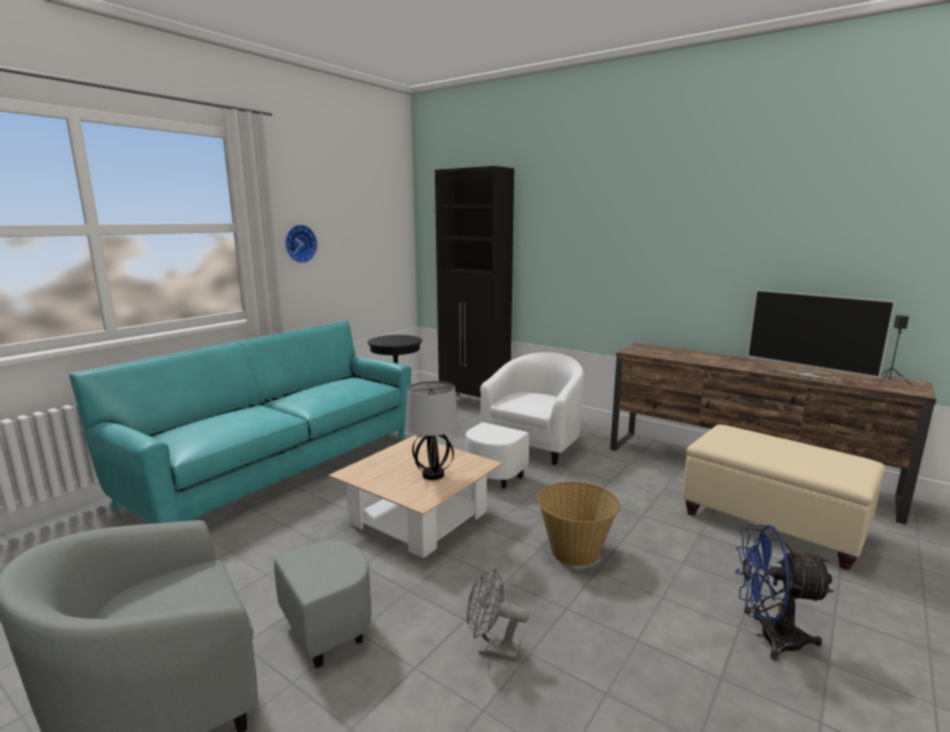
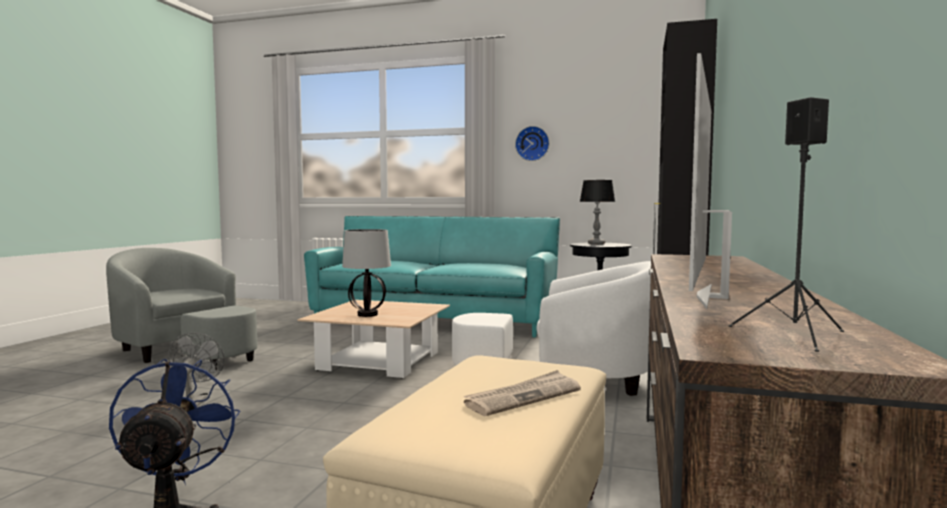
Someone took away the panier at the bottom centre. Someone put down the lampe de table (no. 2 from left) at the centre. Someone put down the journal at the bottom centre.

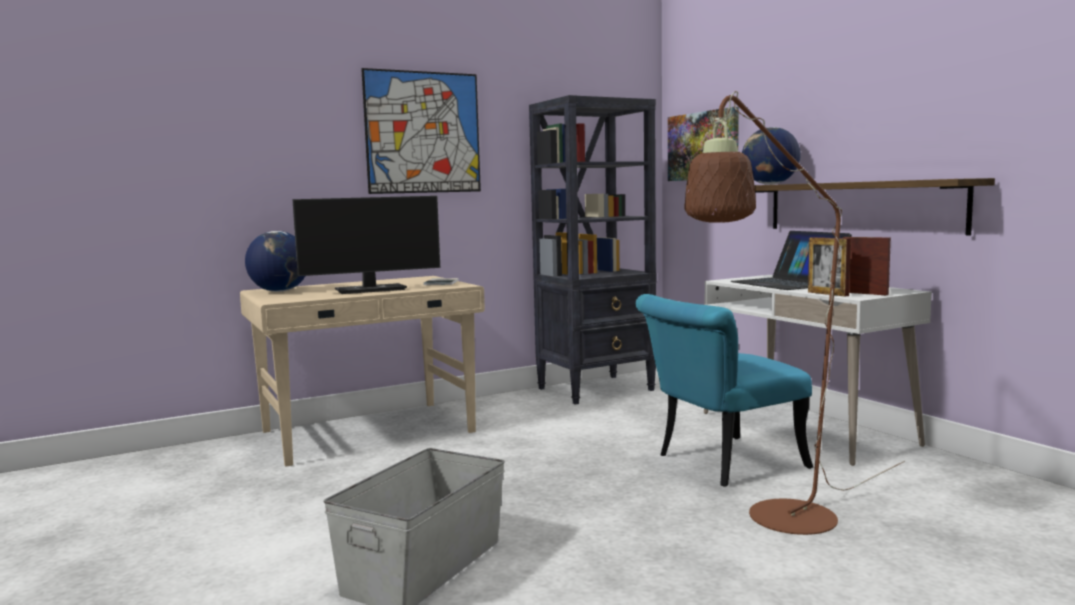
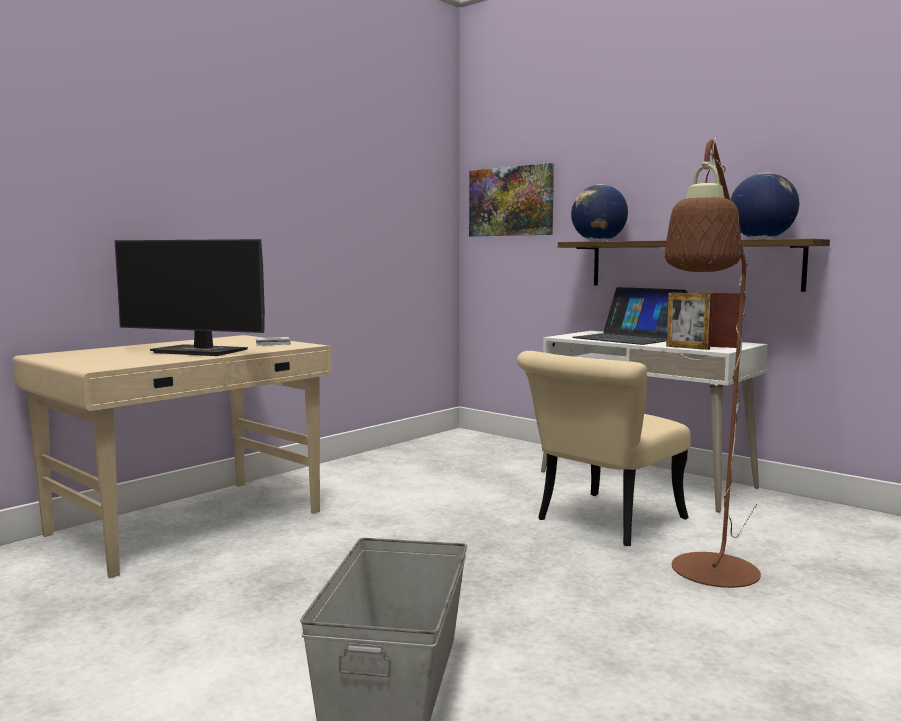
Someone took away the tableau (no. 1 from left) at the top centre. Someone took away the bibliothèque/noir at the centre. Someone rotated the écran d'ordinateur at the centre by 60 degrees clockwise. Someone carried the globe (no. 1 from left in the first image) from the middle left to the top right. Someone repainted the chaise/turquoise at the middle right, which became the chaise/beige at the middle right.

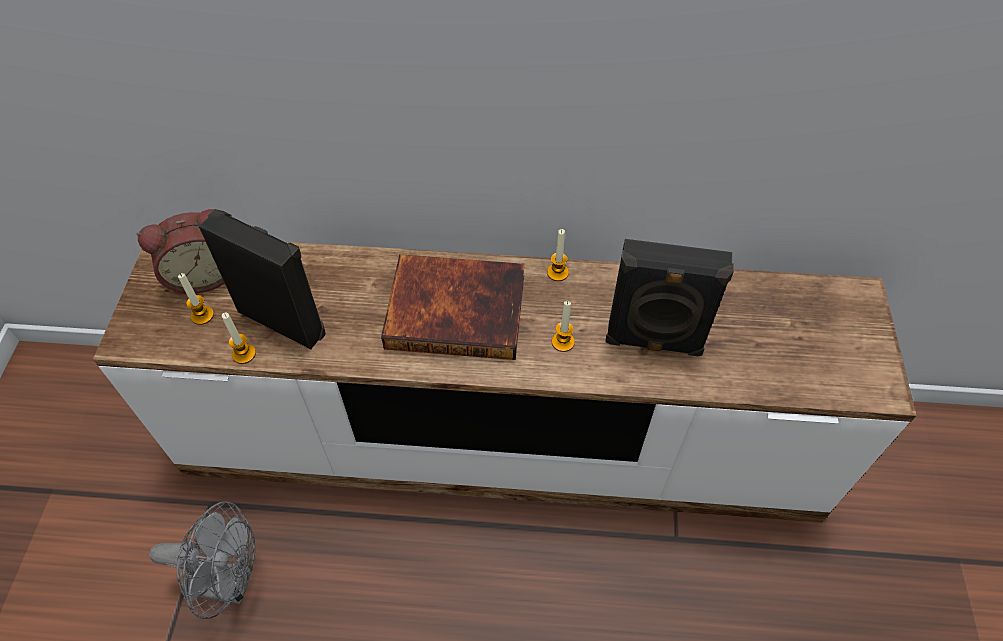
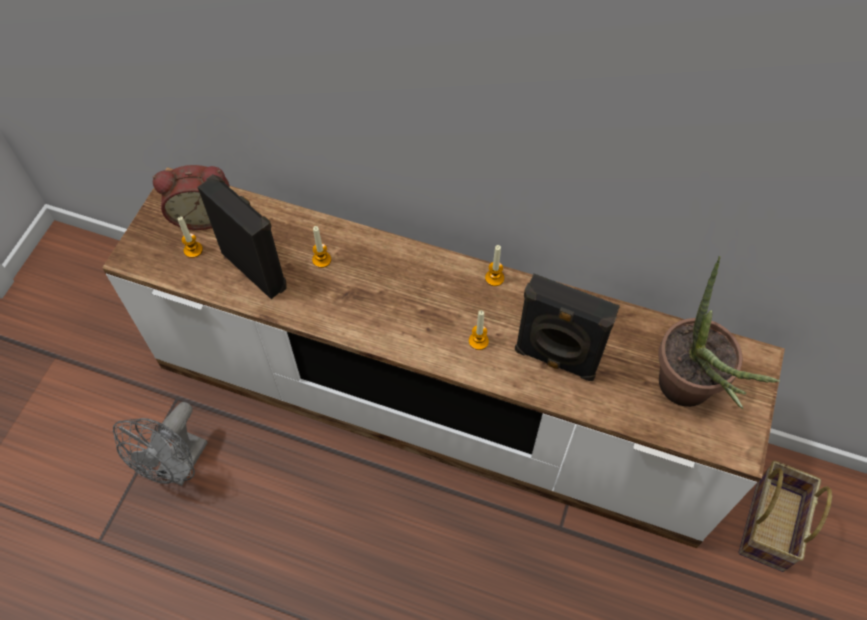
Someone took away the livre at the centre. Someone carried the bougie (no. 2 from left) from the middle left to the centre. Someone rotated the ventilateur/gris at the bottom left by 90 degrees clockwise. Someone put down the plante en pot at the middle right. Someone put down the panier at the bottom right.

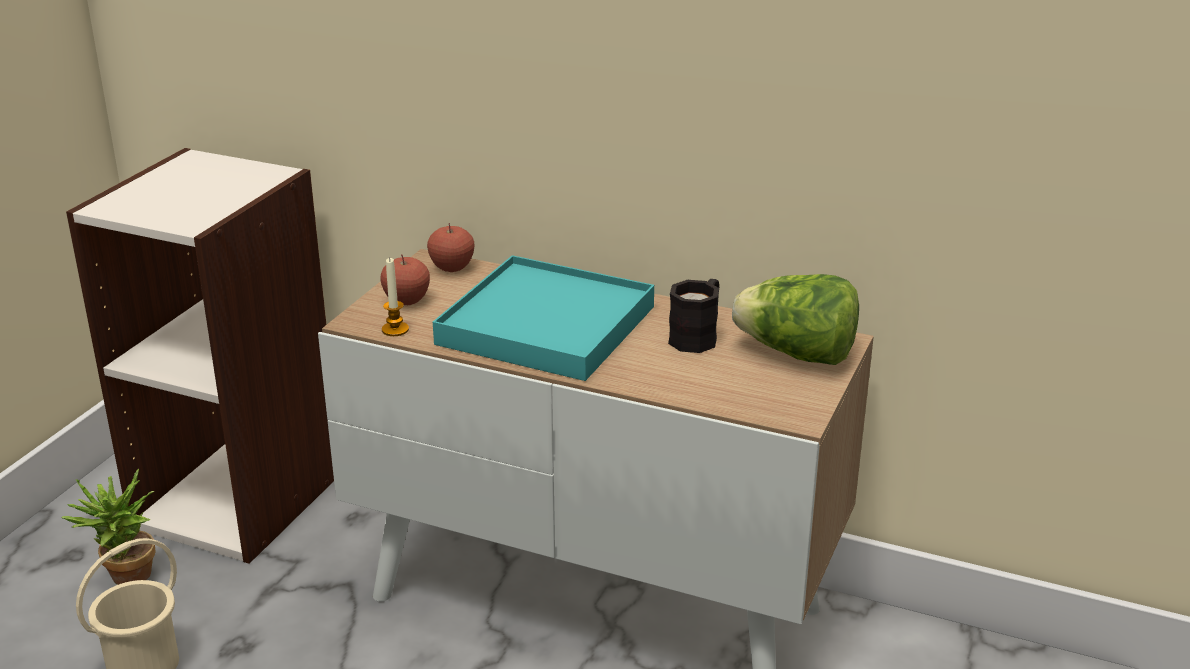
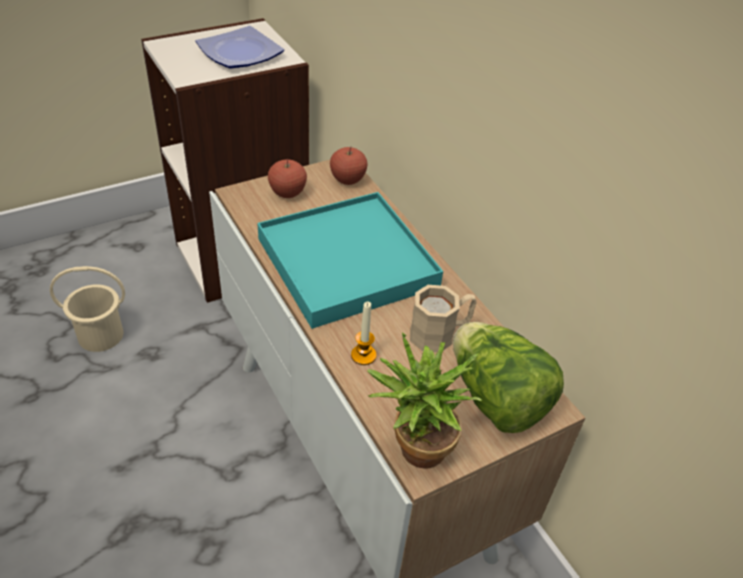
Someone carried the bougie from the middle left to the centre. Someone repainted the mug/noir at the centre, which became the mug/beige at the centre. Someone carried the plante en pot from the bottom left to the bottom centre. Someone put down the assiette at the top left.

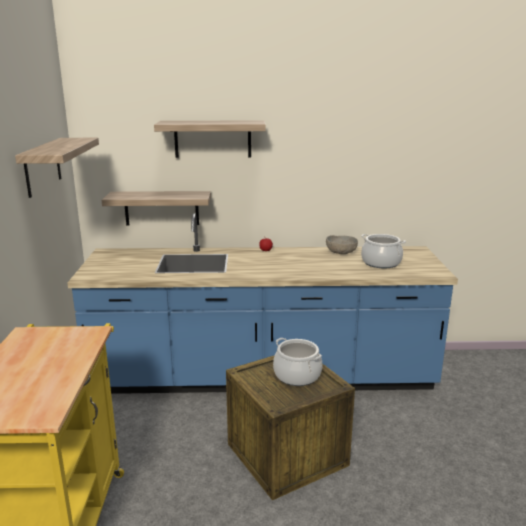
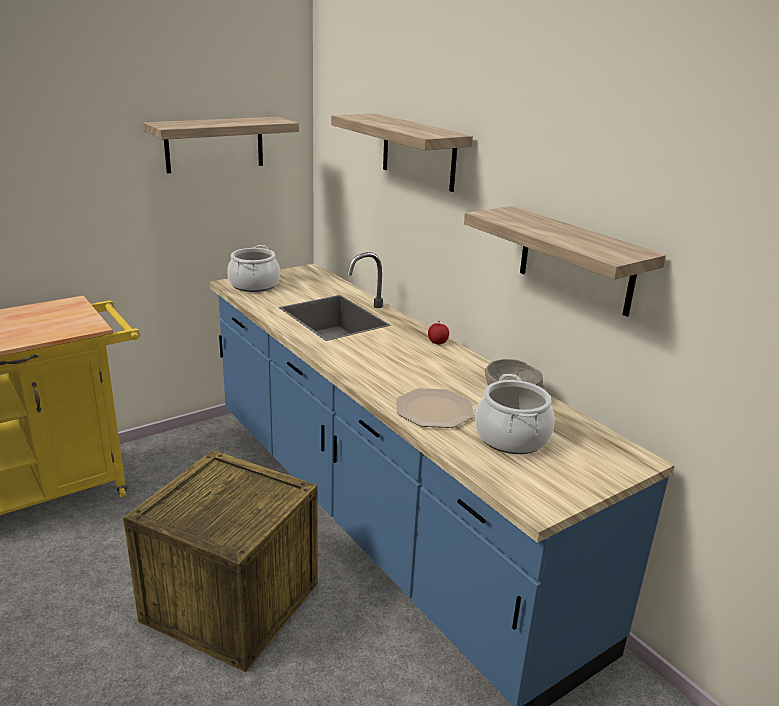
Someone carried the étagère (no. 2 from left in the first image) from the middle left to the middle right. Someone carried the marmite (no. 1 from left) from the bottom centre to the middle left. Someone put down the assiette at the centre.

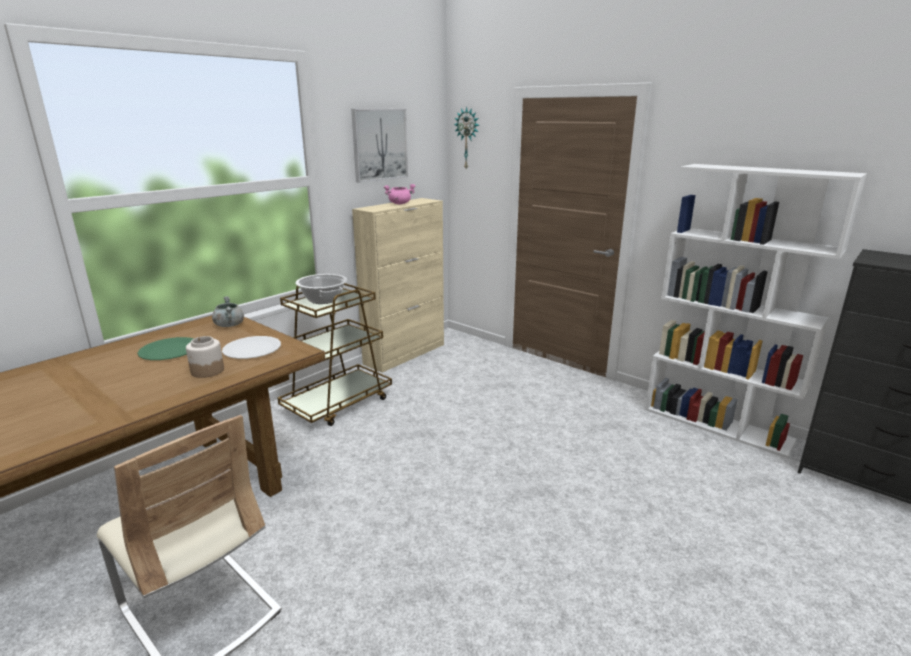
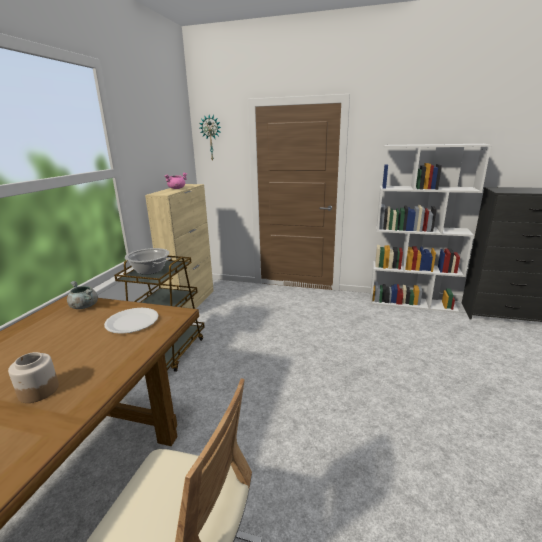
Someone took away the tableau at the top centre. Someone carried the bocal from the middle left to the bottom left. Someone took away the assiette/vert at the middle left.

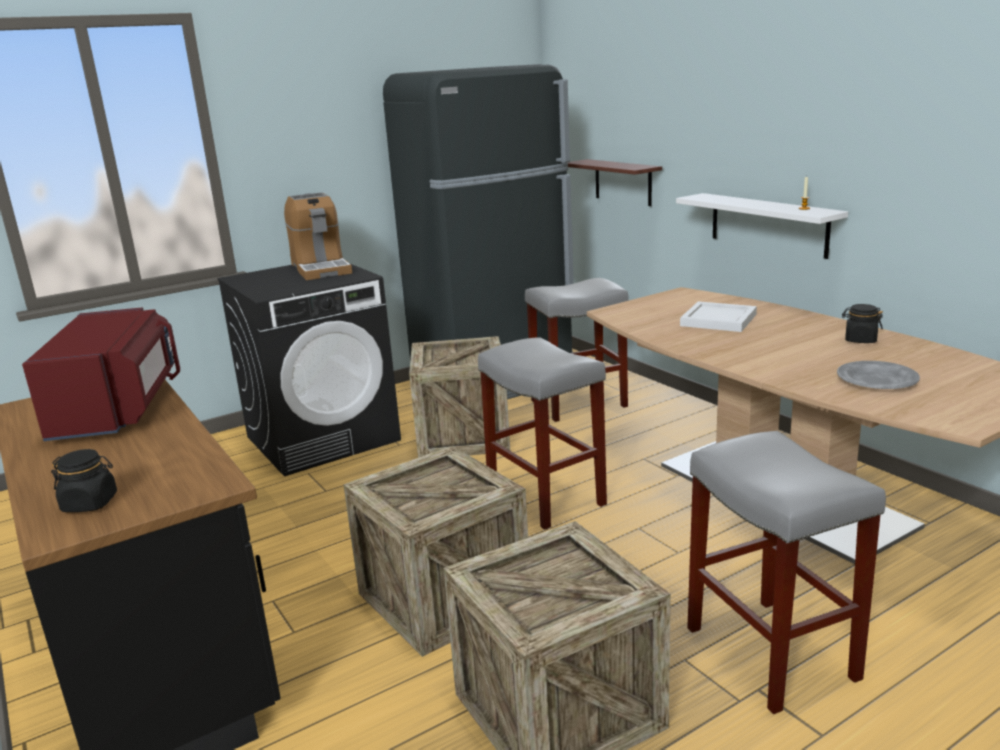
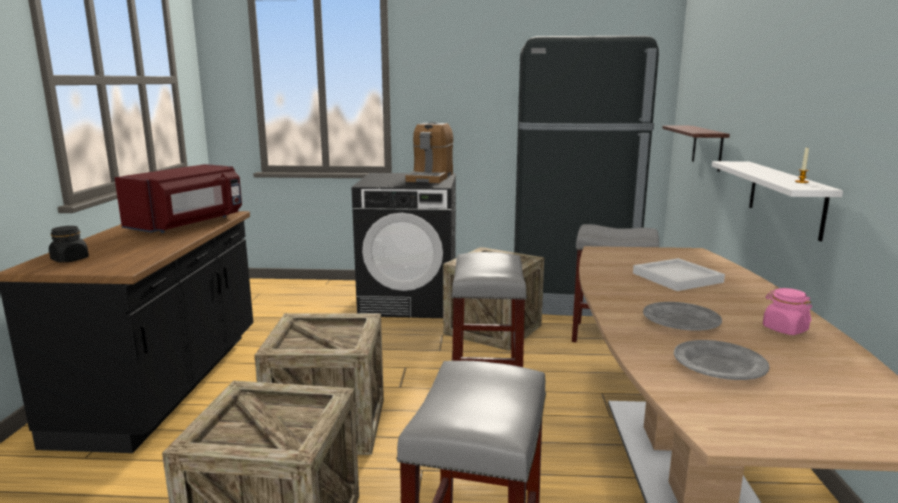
Someone repainted the bocal/noir (no. 2 from left) at the middle right, which became the bocal/rose at the middle right. Someone put down the assiette/gris (no. 1 from left) at the middle right.

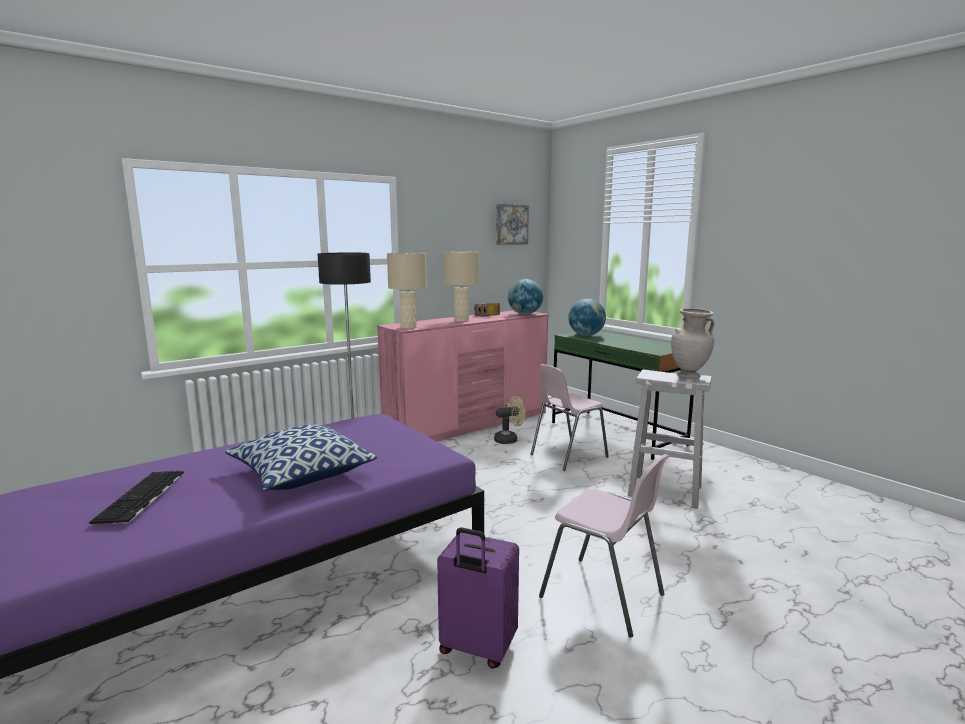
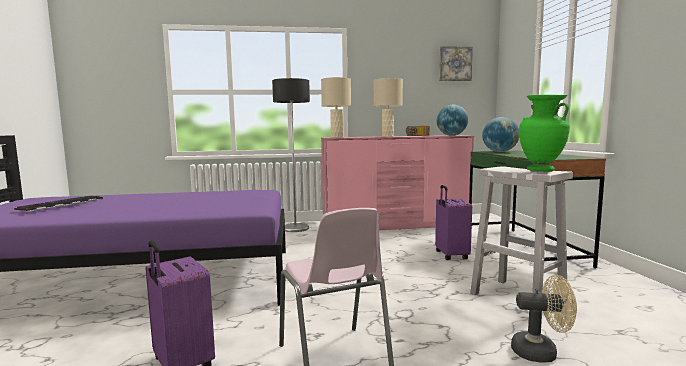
Someone repainted the vase/beige at the middle right, which became the vase/vert at the middle right. Someone swapped the chaise/rose (no. 1 from left) at the centre for the valise/violet (no. 2 from left) at the centre. Someone carried the ventilateur/beige from the centre to the bottom right. Someone took away the coussin at the middle left.

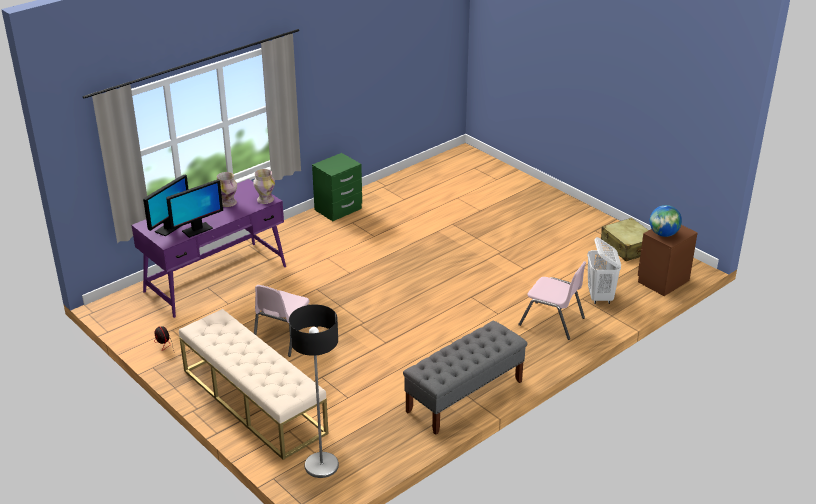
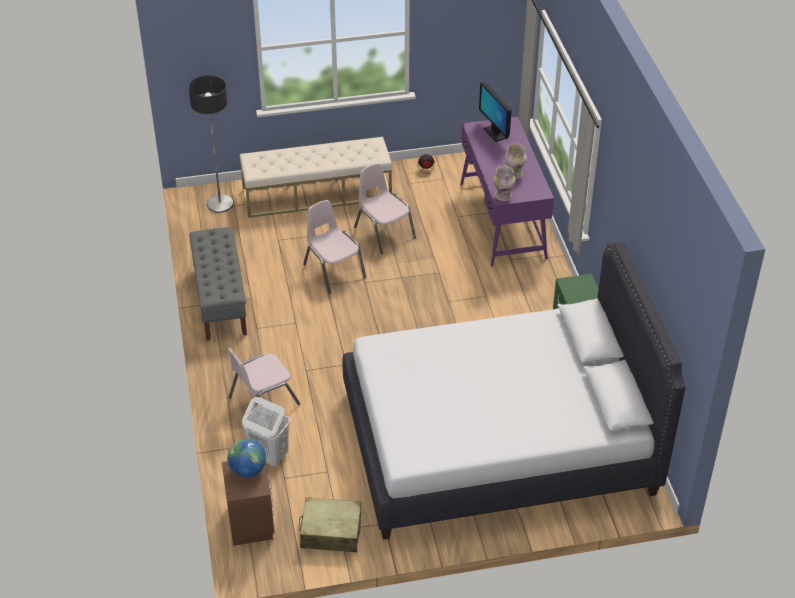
Someone took away the écran d'ordinateur (no. 2 from left) at the middle left. Someone put down the chaise/rose (no. 2 from left) at the centre. Someone put down the lit/blanc at the centre.

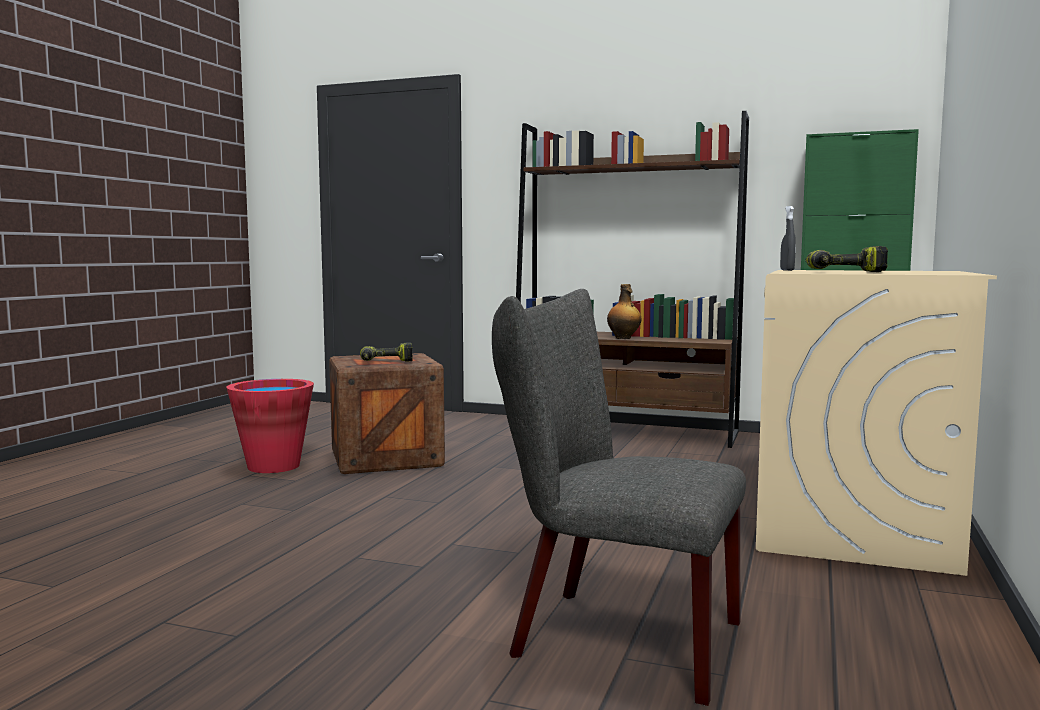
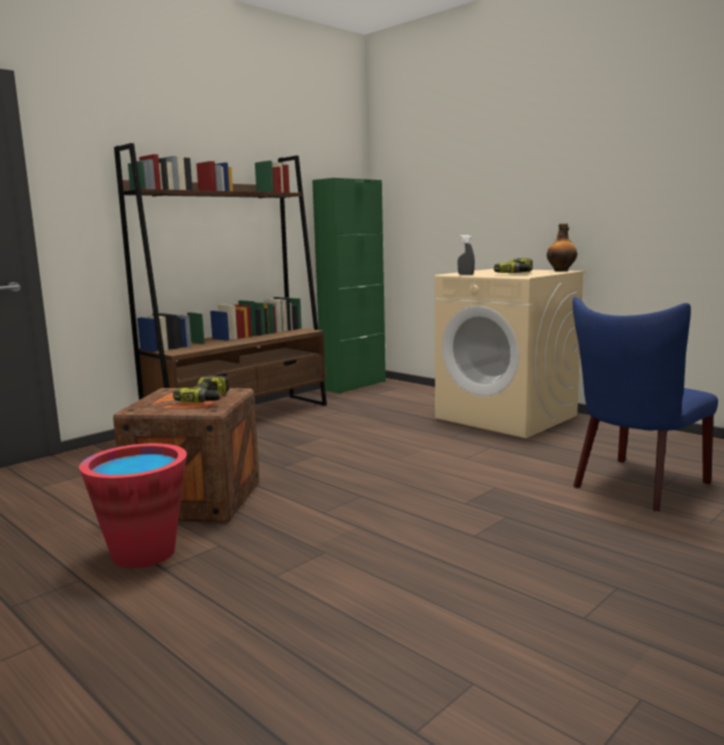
Someone carried the bouteille from the centre to the top right. Someone repainted the chaise/gris at the bottom centre, which became the chaise/bleu at the middle right.

